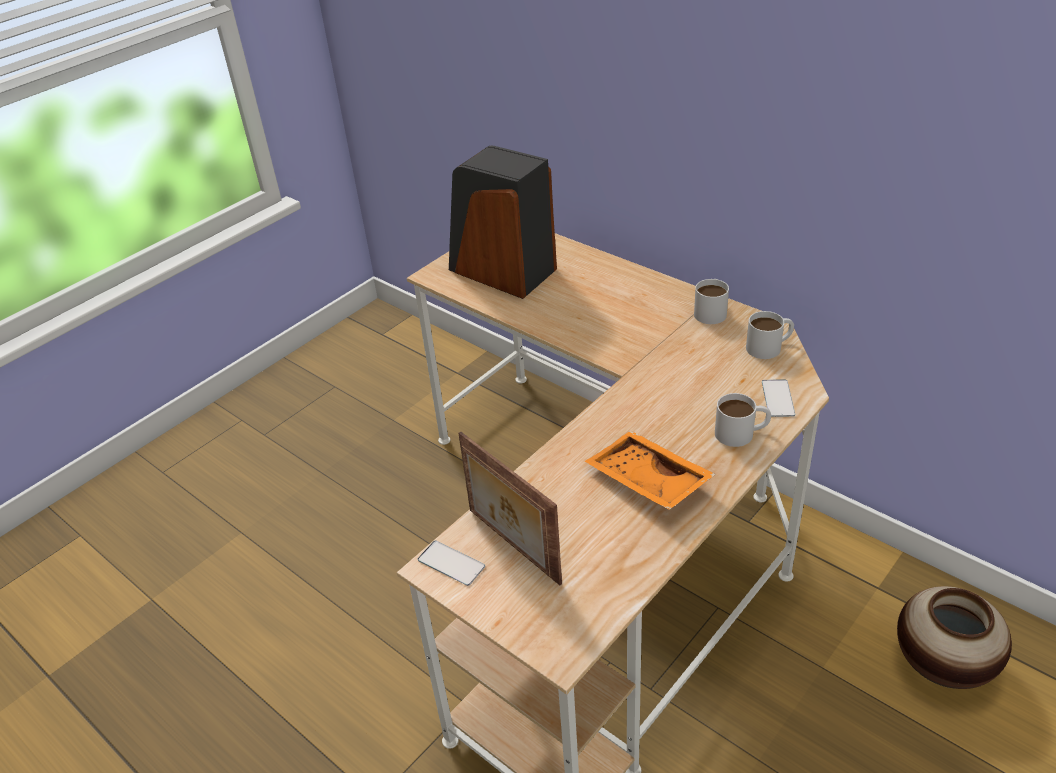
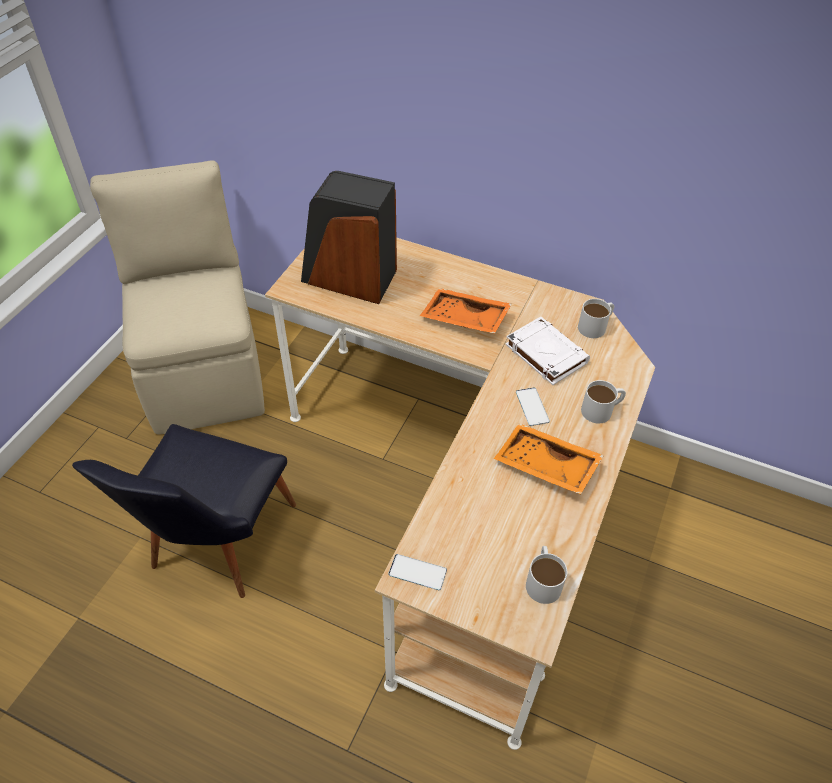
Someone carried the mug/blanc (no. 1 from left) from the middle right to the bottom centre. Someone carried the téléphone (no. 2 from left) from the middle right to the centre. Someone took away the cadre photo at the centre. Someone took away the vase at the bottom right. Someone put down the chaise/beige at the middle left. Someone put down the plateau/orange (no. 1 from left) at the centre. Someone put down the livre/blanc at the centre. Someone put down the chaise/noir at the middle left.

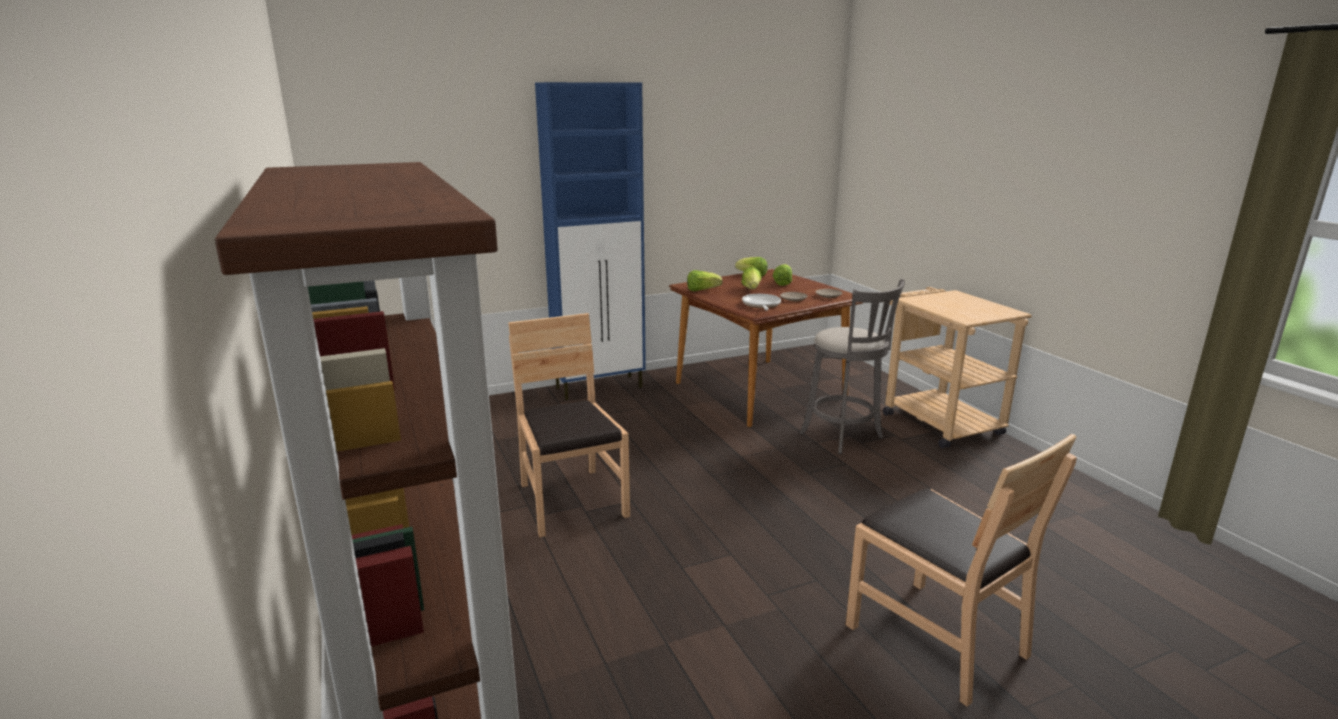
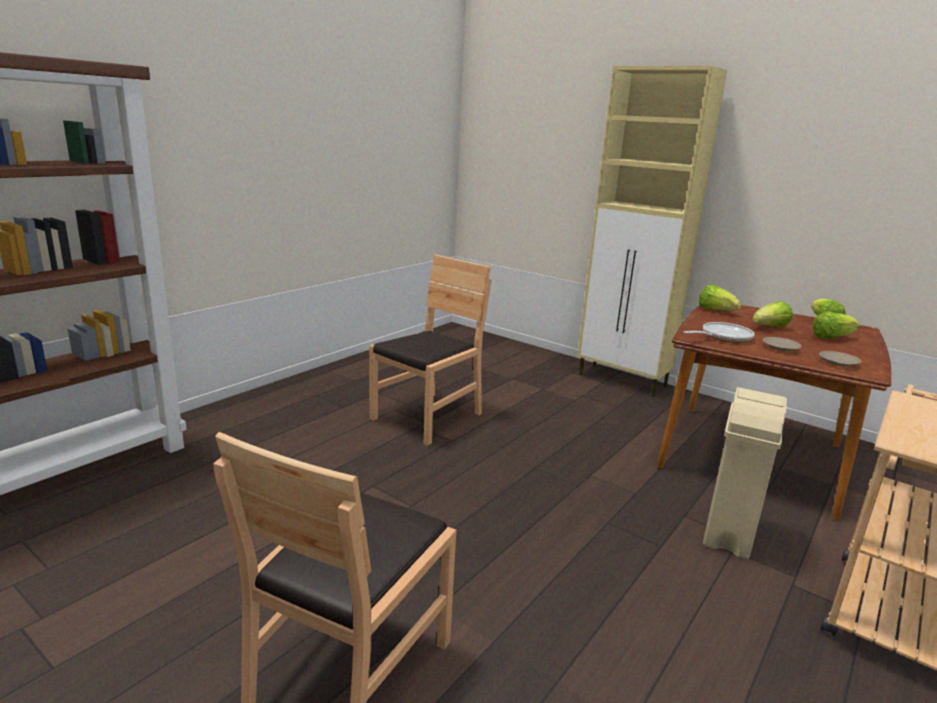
Someone repainted the meuble de rangement/bleu at the centre, which became the meuble de rangement/beige at the top right. Someone swapped the tabouret/gris at the centre for the poubelle/beige at the bottom right.

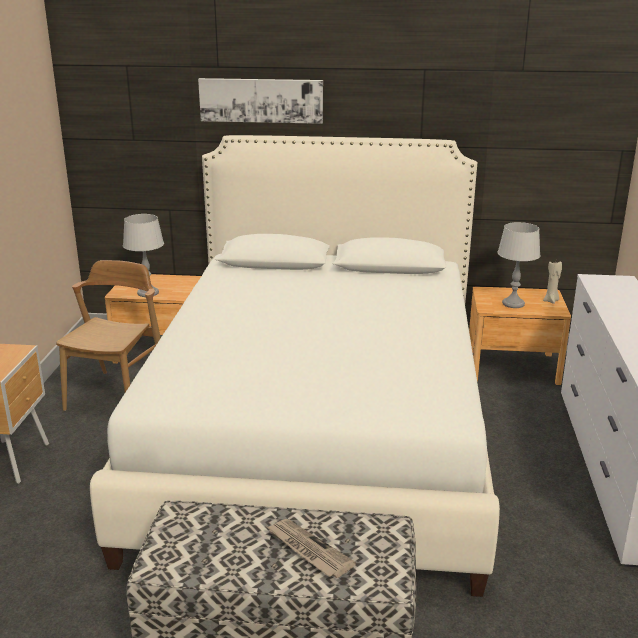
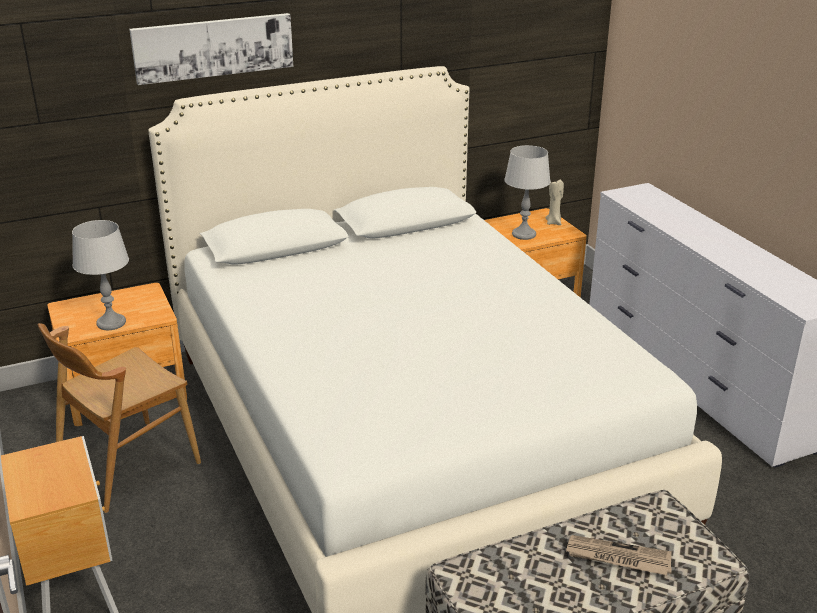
Someone rotated the chaise/marron at the middle left by 120 degrees counterclockwise.

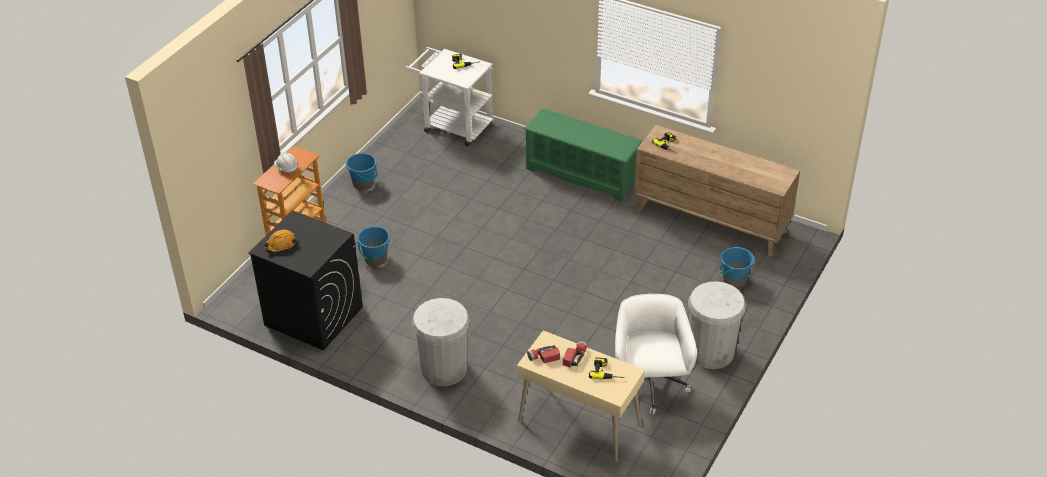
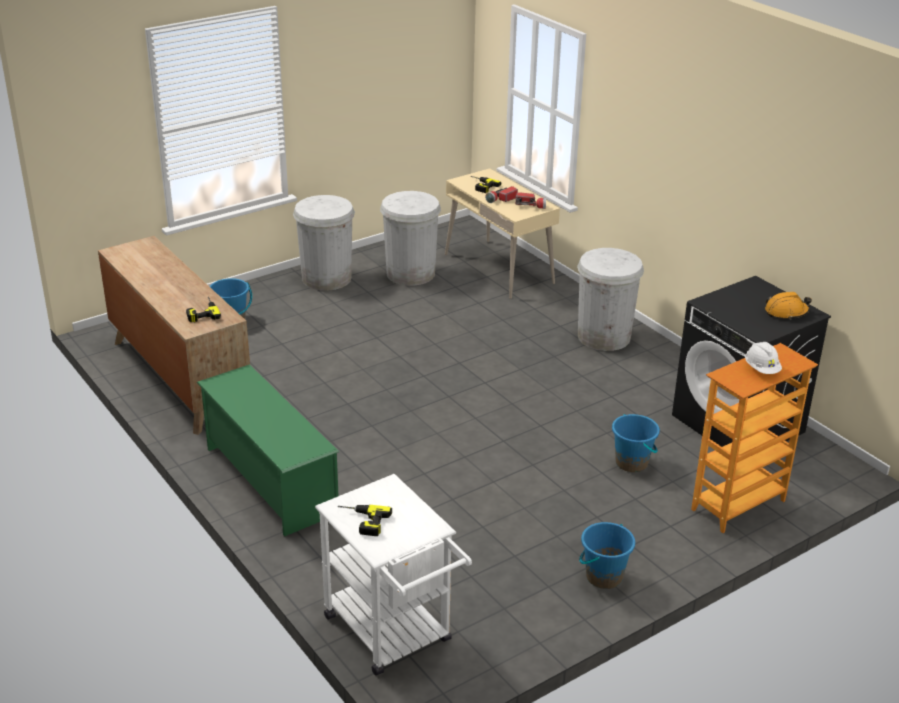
Someone swapped the chaise de bureau/blanc at the bottom centre for the poubelle/blanc (no. 2 from left) at the centre.

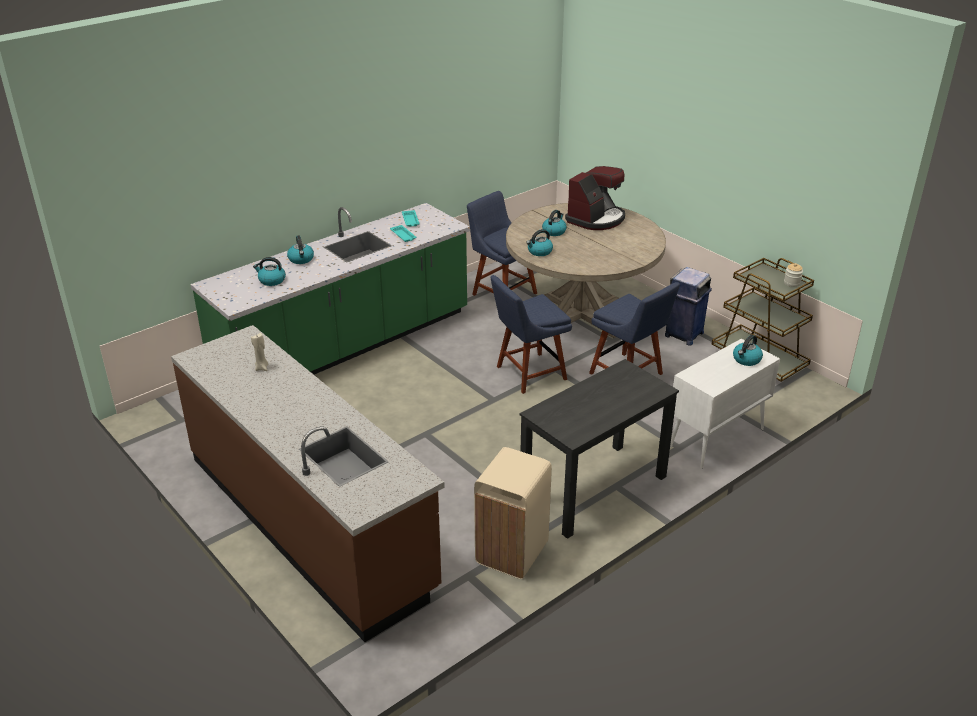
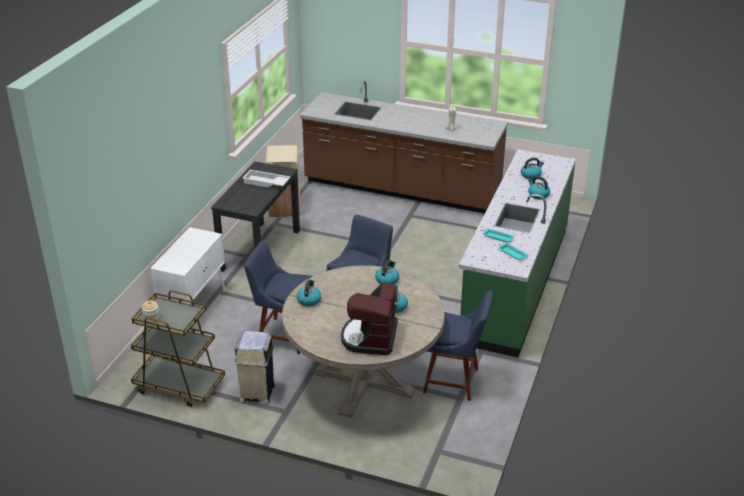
Someone repainted the poubelle/bleu at the middle right, which became the poubelle/beige (no. 1 from left) at the bottom centre. Someone carried the bouilloire (no. 5 from left in the first image) from the middle right to the centre. Someone put down the plateau/blanc at the centre.

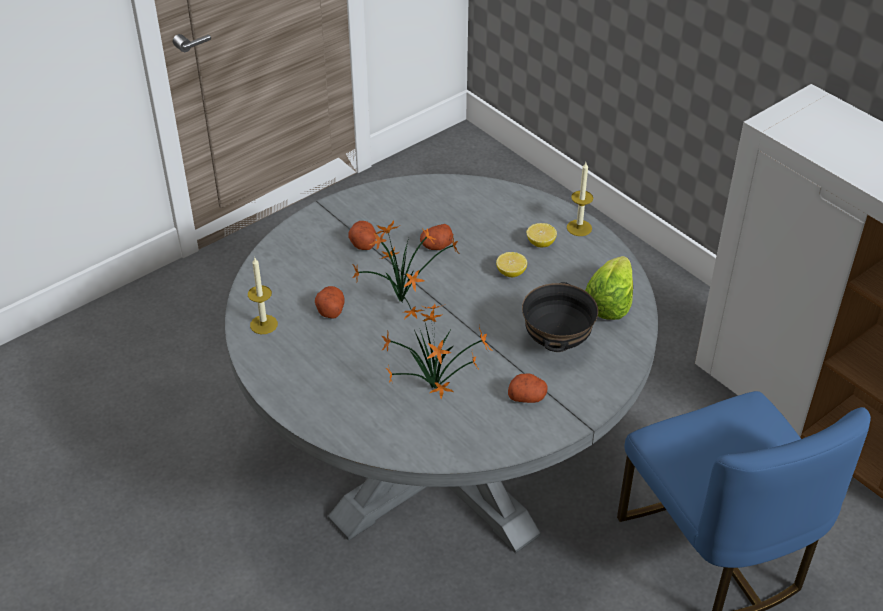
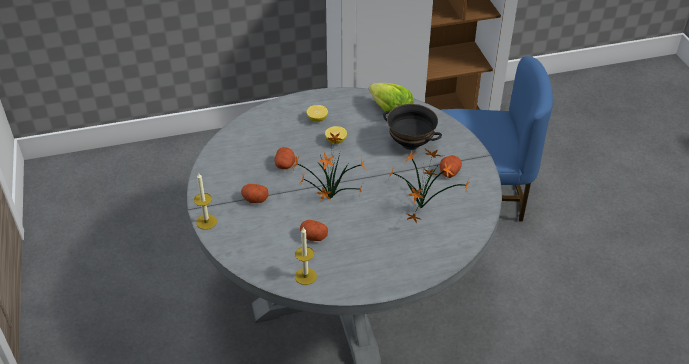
Someone carried the bougie (no. 2 from left in the first image) from the top centre to the middle left.

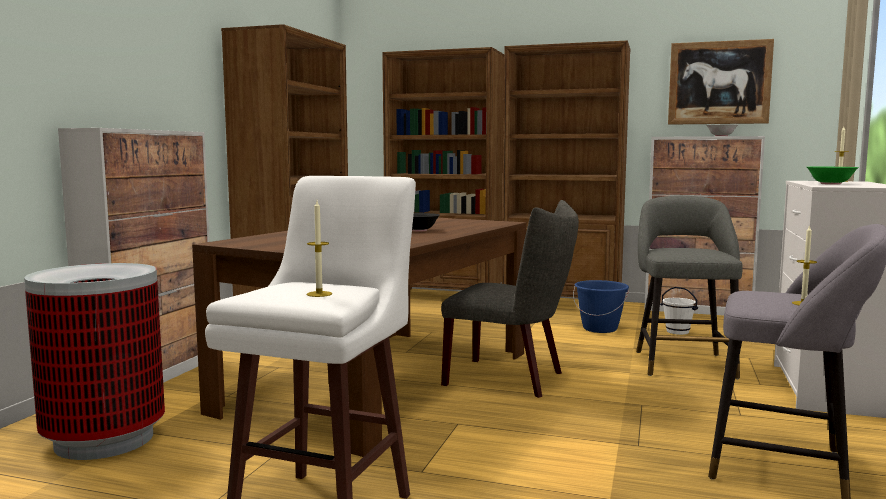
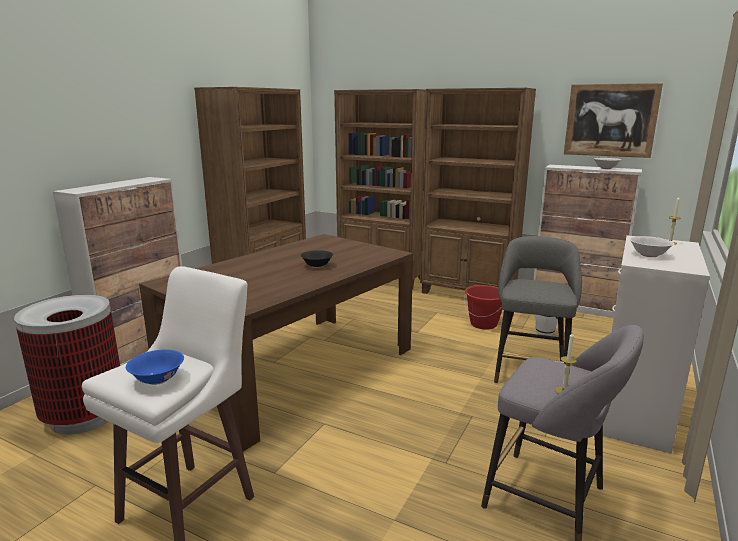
Someone repainted the bol/vert at the middle right, which became the bol/blanc (no. 2 from left) at the middle right. Someone took away the chaise/gris at the centre. Someone swapped the bougie (no. 1 from left) at the centre for the bol/bleu at the bottom left. Someone repainted the seau/bleu at the middle right, which became the seau/rouge at the centre.

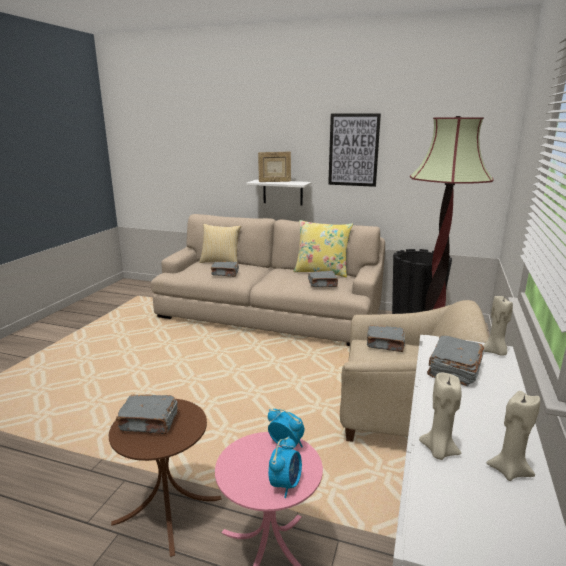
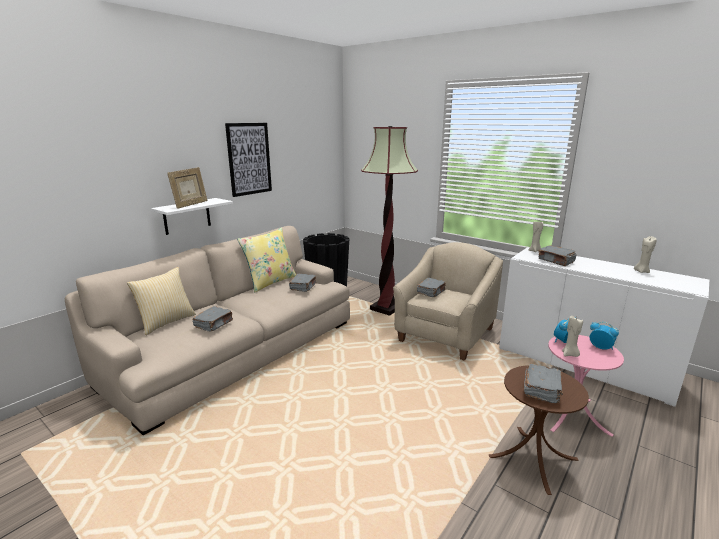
Someone carried the bougie/beige (no. 1 from left in the first image) from the bottom right to the middle right.

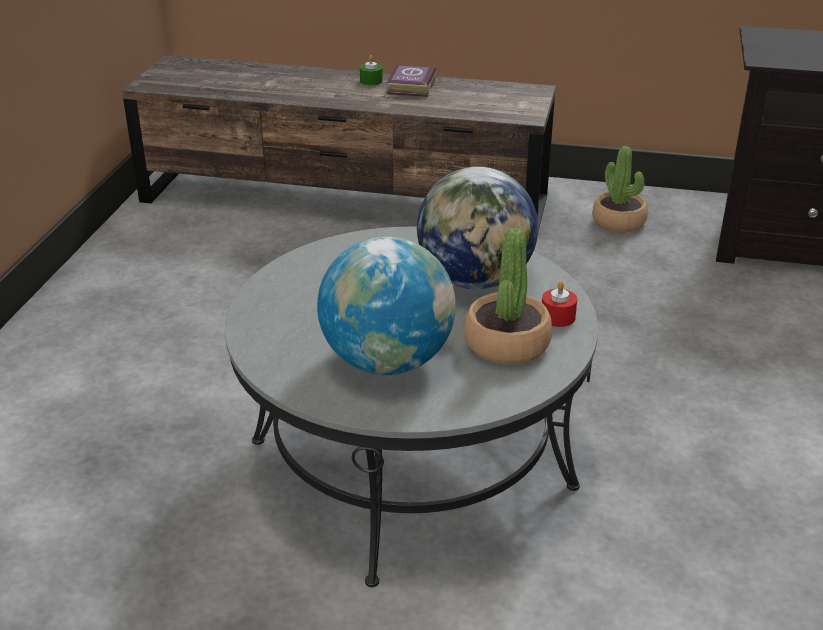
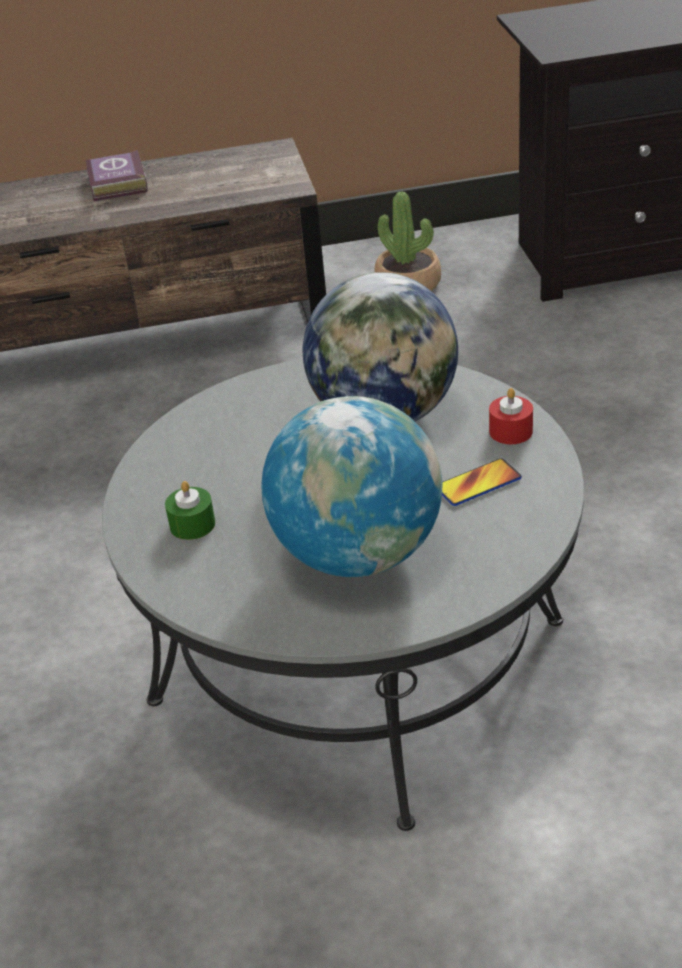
Someone carried the bougie/vert from the top centre to the middle left. Someone swapped the plante en pot (no. 1 from left) at the centre for the téléphone at the middle right.

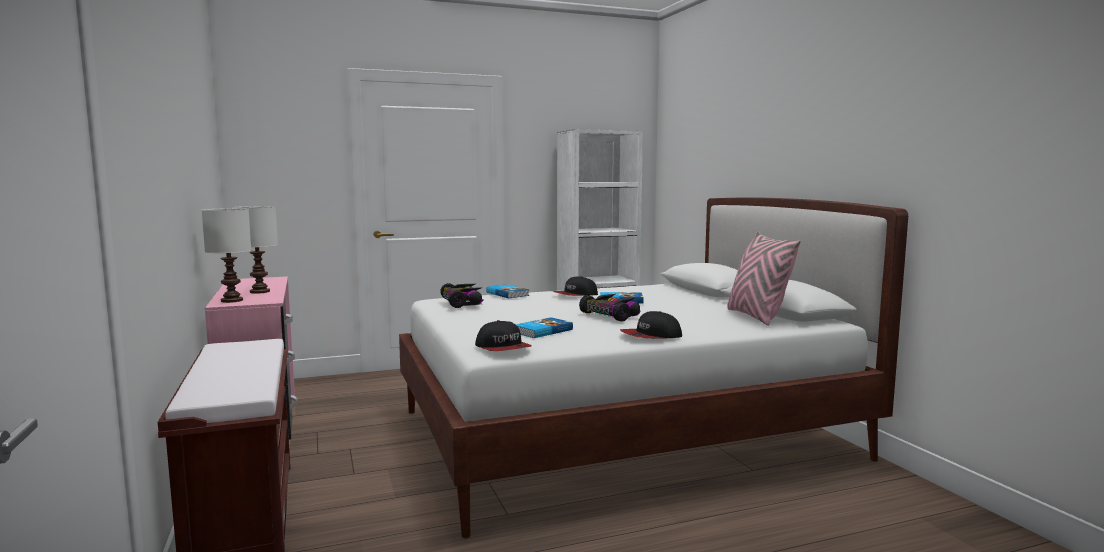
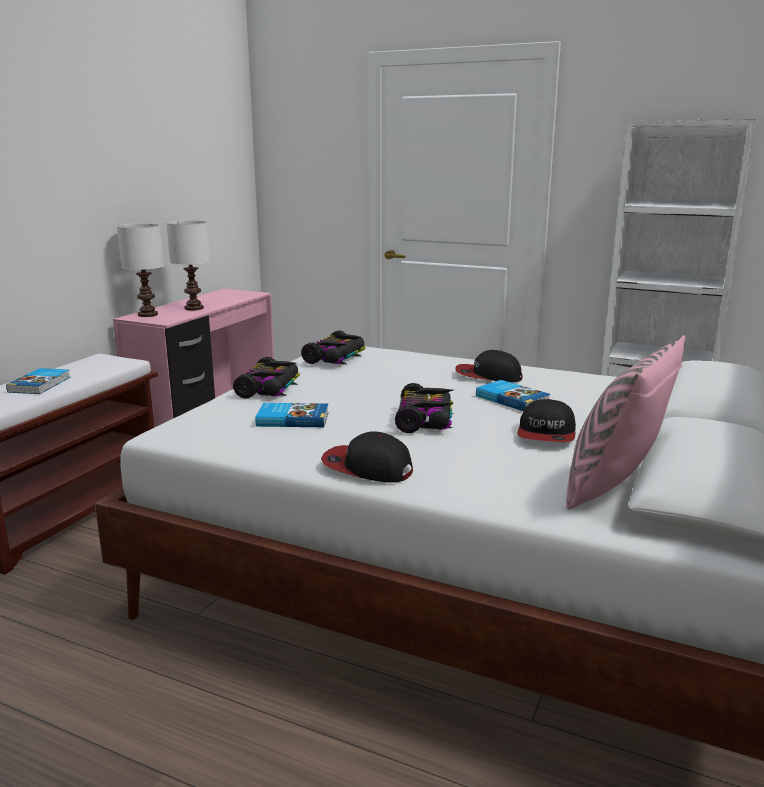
Someone carried the livre (no. 1 from left) from the centre to the middle left. Someone carried the casquette (no. 1 from left in the first image) from the centre to the middle right. Someone put down the petite voiture (no. 1 from left) at the centre.

